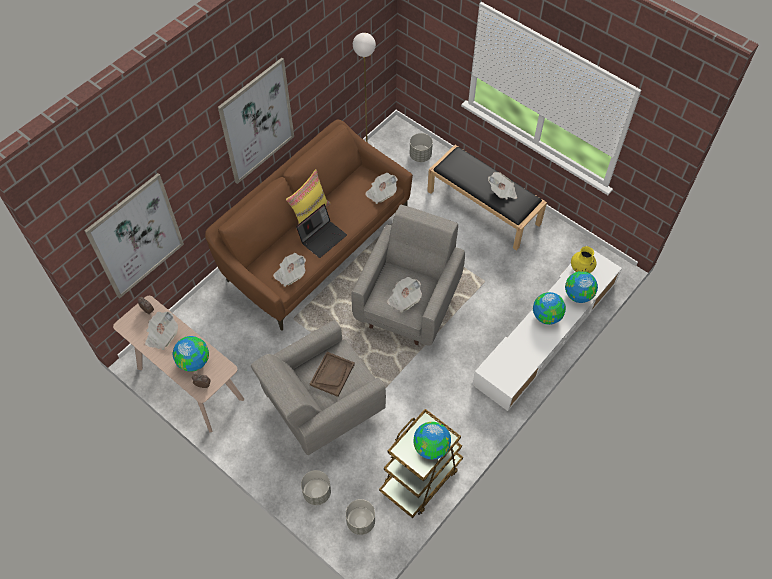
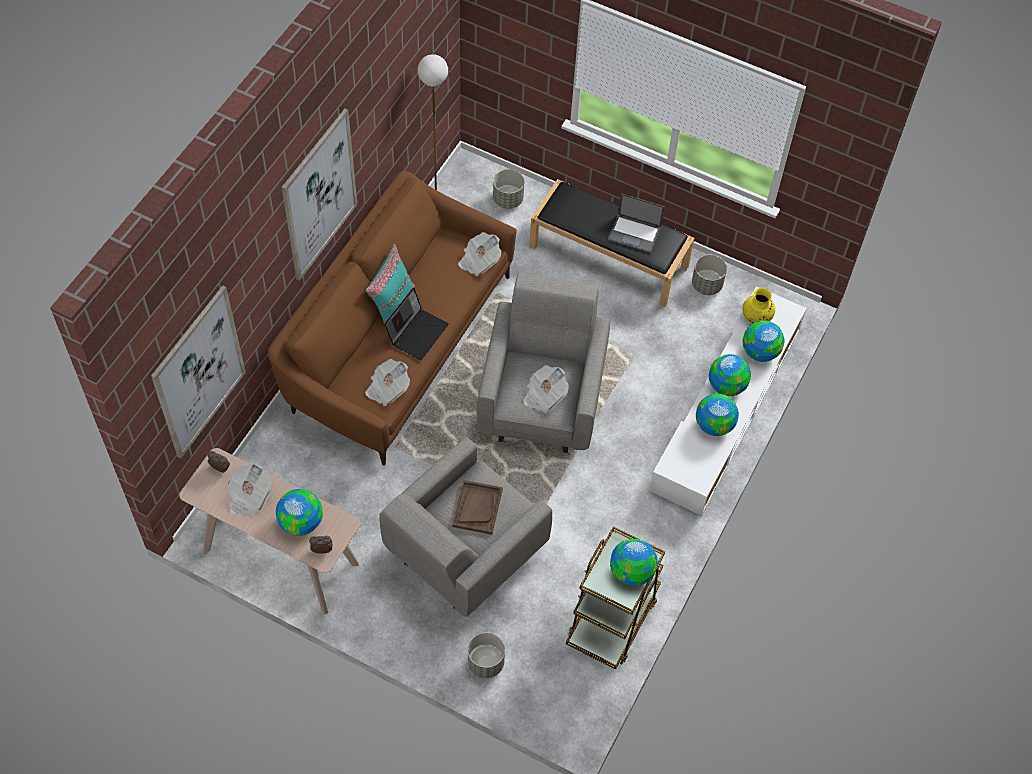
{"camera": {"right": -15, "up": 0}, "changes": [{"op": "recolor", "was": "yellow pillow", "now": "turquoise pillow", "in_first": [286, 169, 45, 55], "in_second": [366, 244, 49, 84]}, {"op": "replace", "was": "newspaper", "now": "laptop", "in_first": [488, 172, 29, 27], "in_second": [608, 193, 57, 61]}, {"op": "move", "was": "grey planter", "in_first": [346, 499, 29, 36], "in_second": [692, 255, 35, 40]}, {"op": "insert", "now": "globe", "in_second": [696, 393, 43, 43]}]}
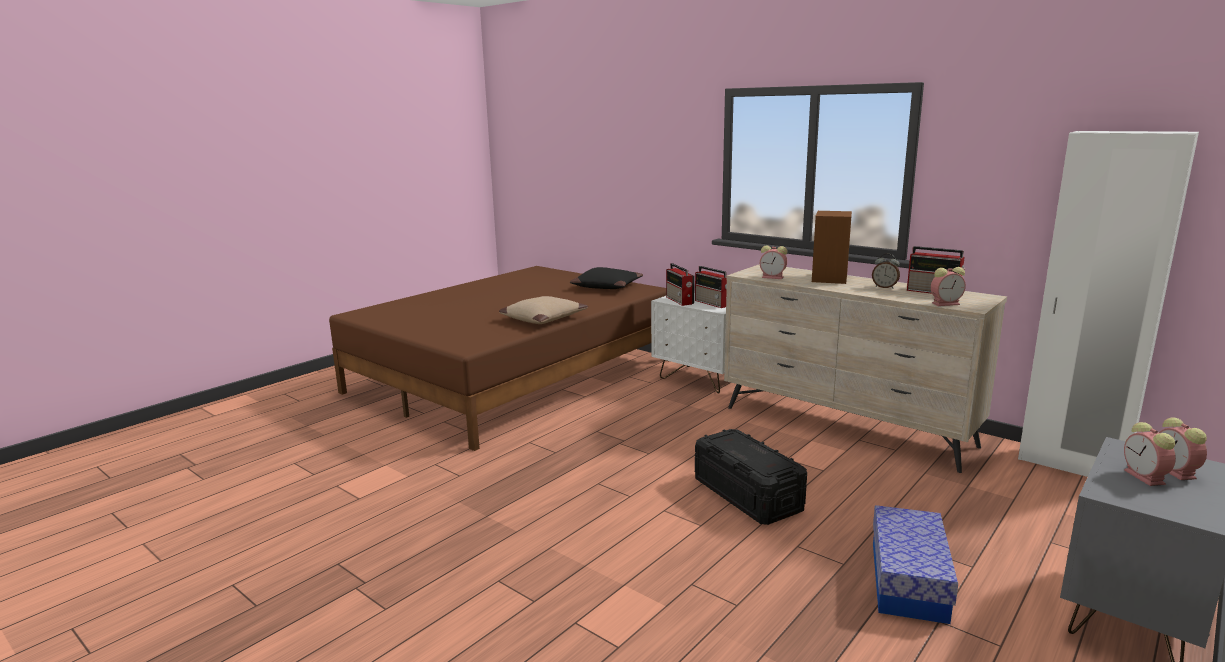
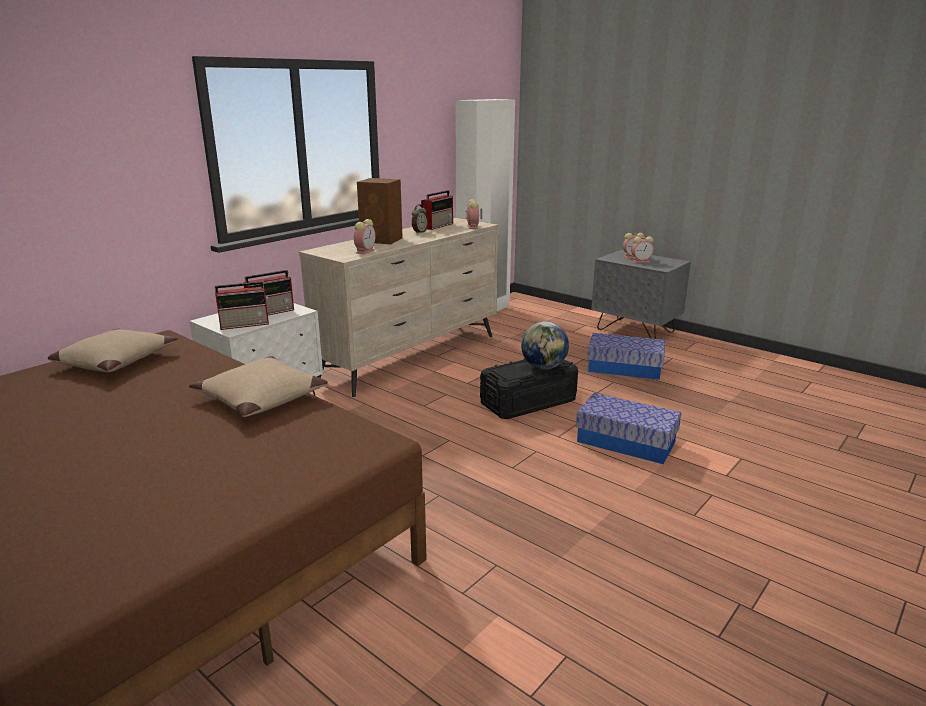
{"camera": {"right": -90, "up": 5}, "changes": [{"op": "recolor", "was": "black pillow", "now": "beige pillow", "in_first": [570, 267, 73, 22], "in_second": [48, 329, 130, 43]}, {"op": "insert", "now": "globe", "in_second": [521, 321, 48, 48]}, {"op": "insert", "now": "storage box", "in_second": [576, 393, 105, 71]}]}
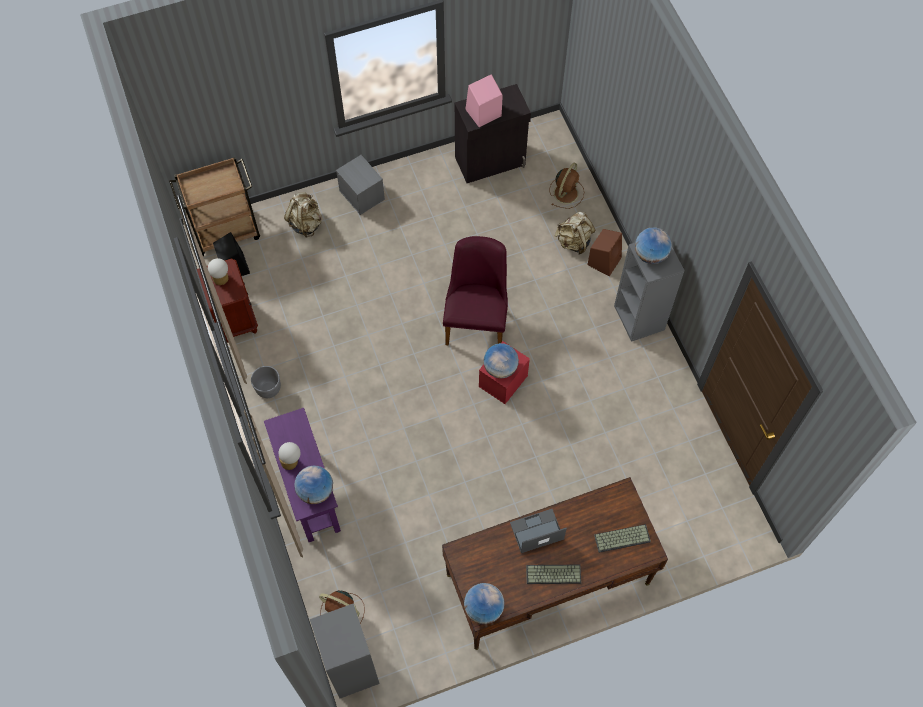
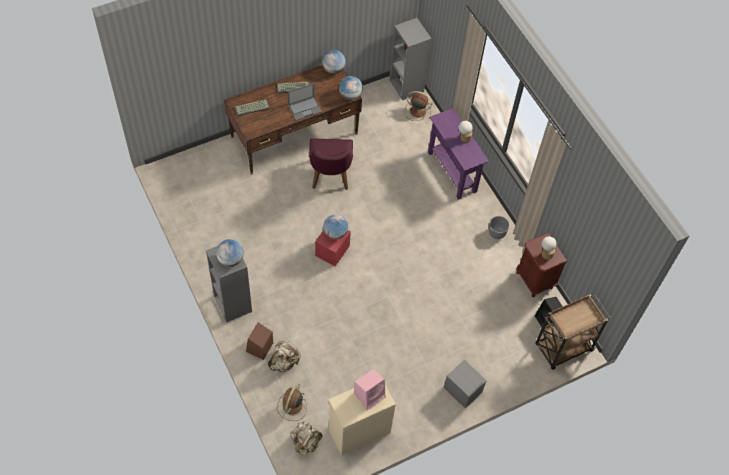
{"camera": {"right": 170, "up": -5}, "changes": [{"op": "move", "was": "beige backpack", "in_first": [284, 192, 37, 46], "in_second": [290, 421, 32, 34]}, {"op": "move", "was": "purple chair", "in_first": [443, 236, 65, 110], "in_second": [309, 138, 44, 52]}, {"op": "recolor", "was": "black cabinet", "now": "beige cabinet", "in_first": [455, 84, 76, 99], "in_second": [329, 385, 67, 71]}, {"op": "move", "was": "globe", "in_first": [294, 466, 39, 38], "in_second": [339, 76, 24, 24]}]}
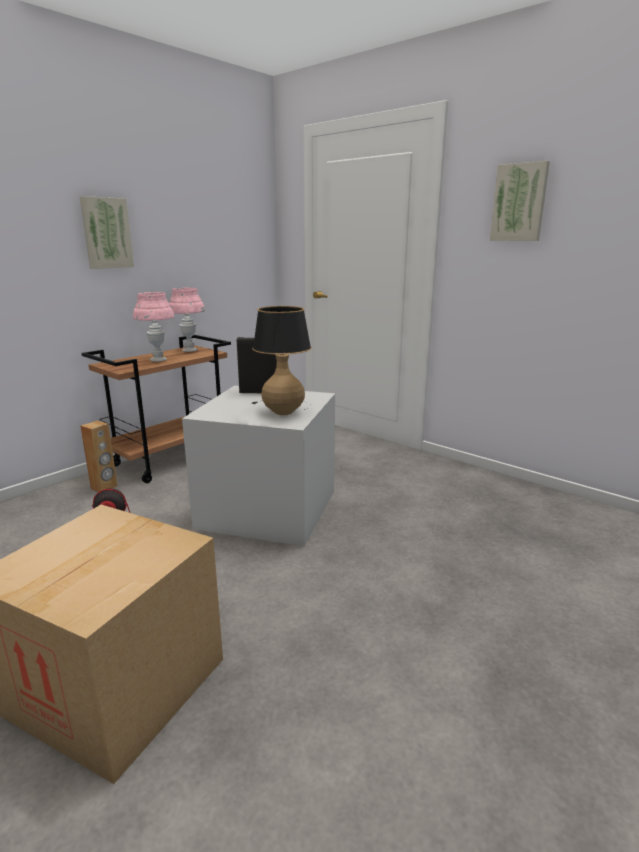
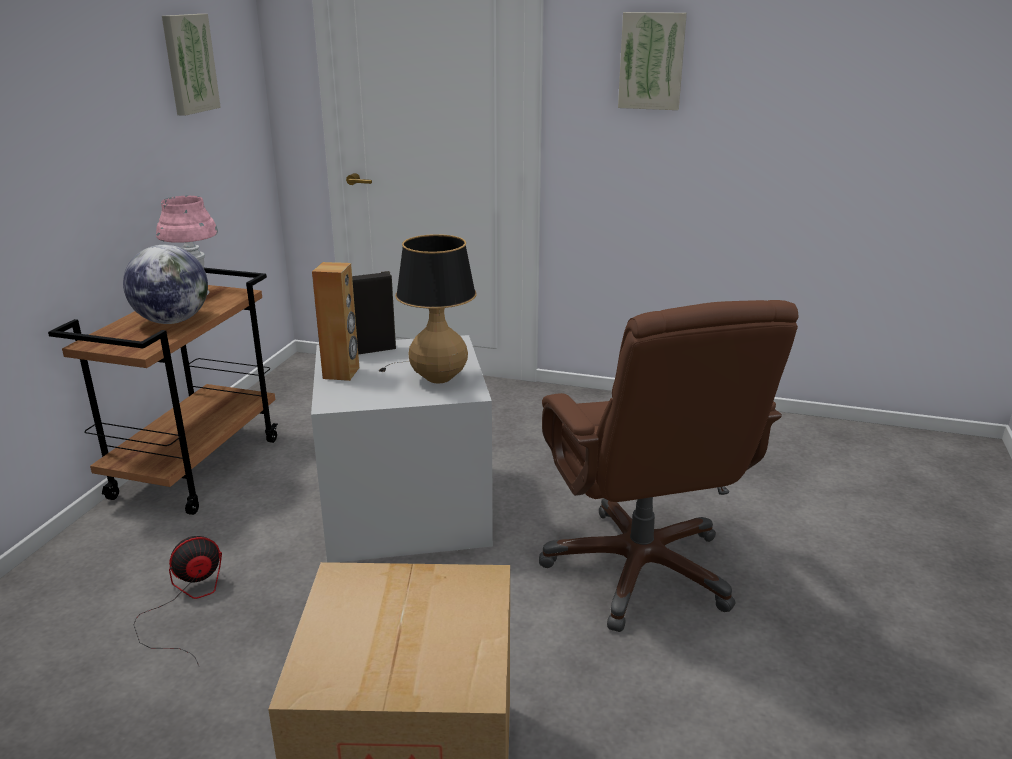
{"camera": {"right": -25, "up": 5}, "changes": [{"op": "replace", "was": "pink table lamp", "now": "globe", "in_first": [133, 292, 41, 70], "in_second": [123, 245, 85, 79]}, {"op": "move", "was": "picture", "in_first": [80, 196, 54, 73], "in_second": [162, 14, 59, 102]}, {"op": "move", "was": "brown speaker", "in_first": [80, 421, 38, 71], "in_second": [312, 262, 47, 119]}, {"op": "insert", "now": "brown office chair", "in_second": [539, 300, 259, 332]}]}
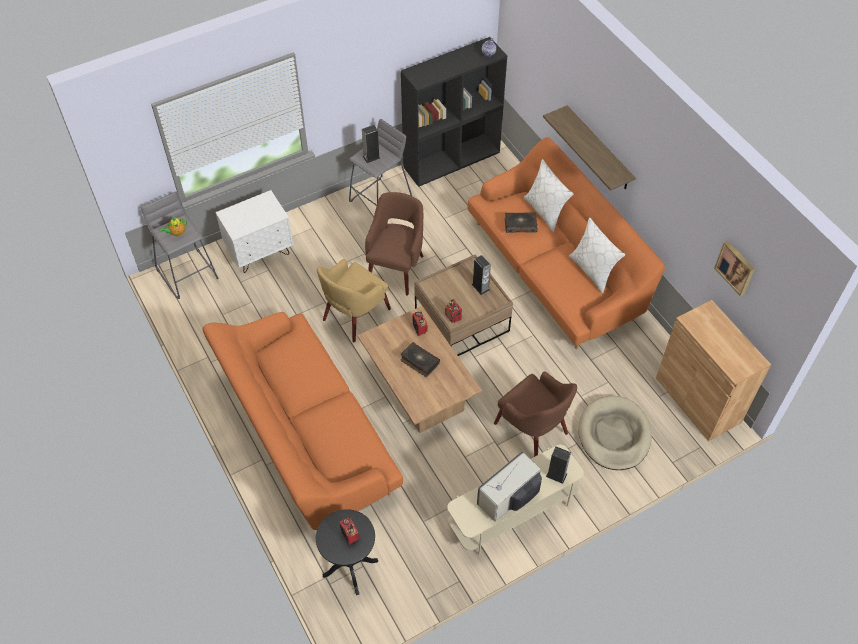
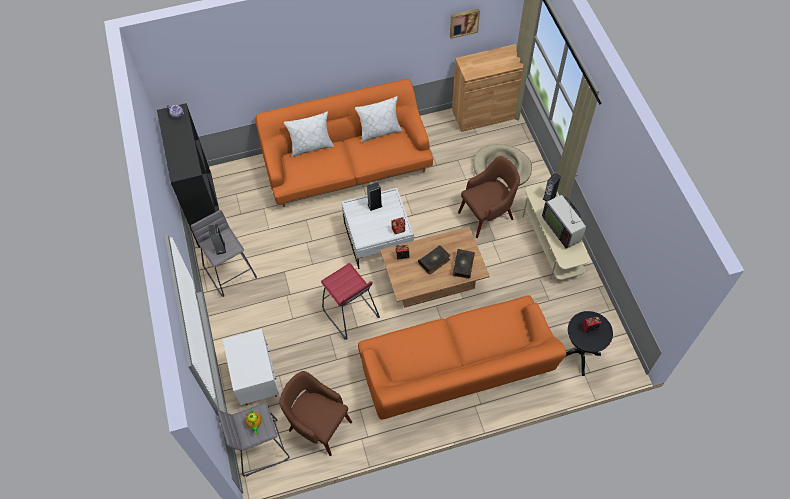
{"camera": {"right": -75, "up": 5}, "changes": [{"op": "move", "was": "brown armchair", "in_first": [365, 192, 59, 104], "in_second": [279, 371, 73, 85]}, {"op": "replace", "was": "yellow armchair", "now": "red stool", "in_first": [317, 259, 74, 84], "in_second": [321, 263, 59, 77]}, {"op": "recolor", "was": "brown coffee table", "now": "white coffee table", "in_first": [414, 254, 99, 102], "in_second": [341, 188, 73, 81]}, {"op": "move", "was": "book", "in_first": [505, 212, 33, 21], "in_second": [453, 249, 22, 30]}, {"op": "delete", "was": "shelf", "in_first": [543, 105, 93, 86]}]}
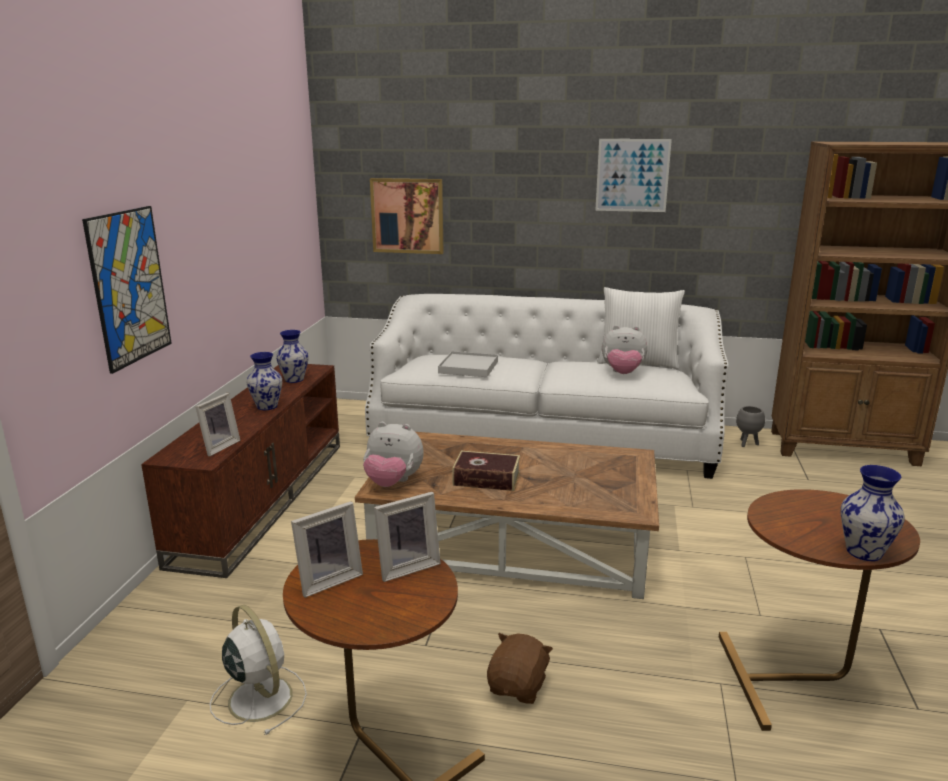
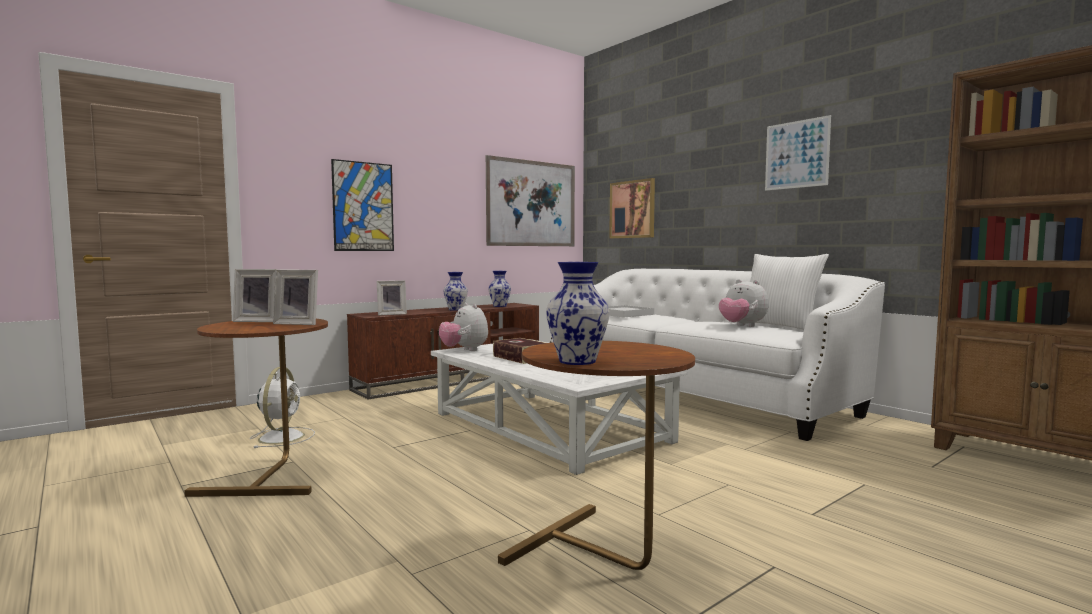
{"camera": {"right": 40, "up": -15}, "changes": [{"op": "recolor", "was": "brown coffee table", "now": "white coffee table", "in_first": [355, 432, 304, 167], "in_second": [431, 339, 257, 136]}, {"op": "insert", "now": "picture", "in_second": [486, 155, 89, 91]}, {"op": "delete", "was": "brown plush toy", "in_first": [487, 633, 66, 71]}, {"op": "delete", "was": "grey planter", "in_first": [736, 406, 29, 41]}]}
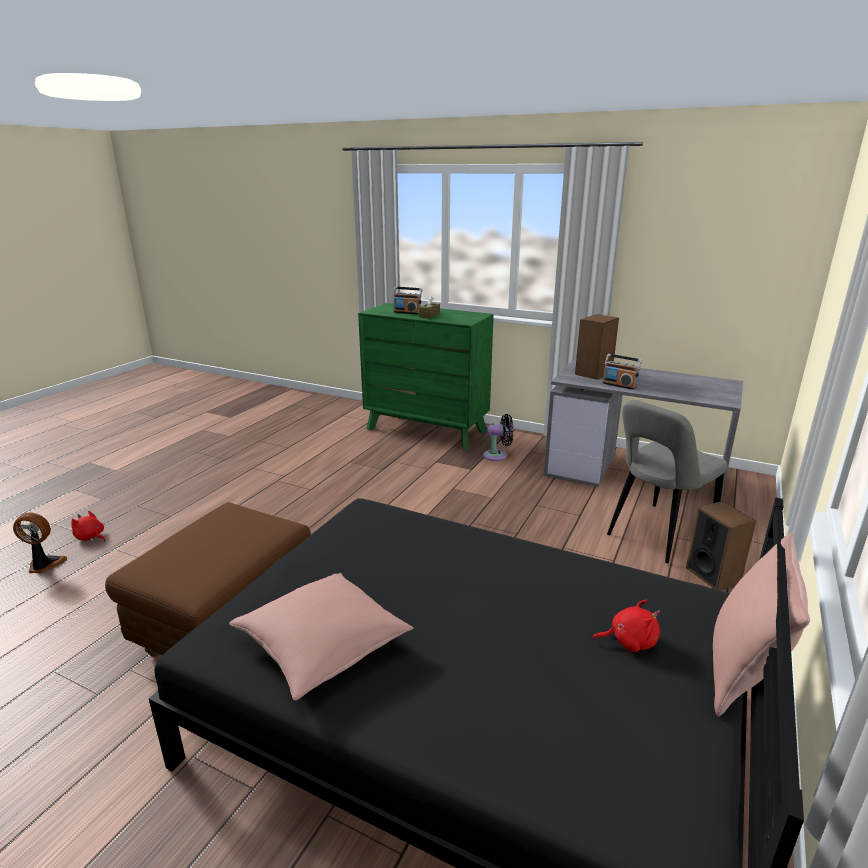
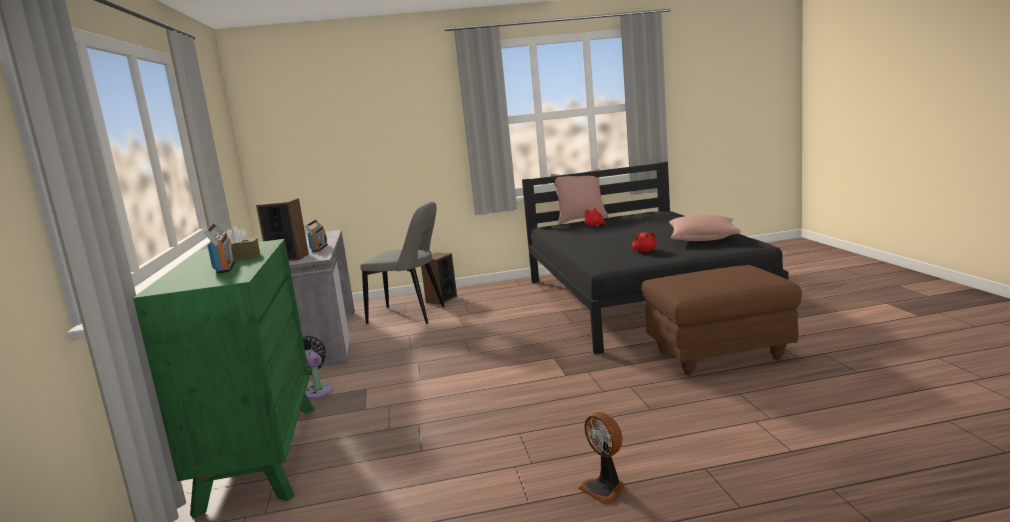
{"camera": {"right": -125, "up": -10}, "changes": [{"op": "move", "was": "fan", "in_first": [13, 513, 54, 60], "in_second": [578, 412, 47, 93]}, {"op": "move", "was": "red plush toy", "in_first": [72, 511, 33, 31], "in_second": [632, 232, 25, 20]}]}
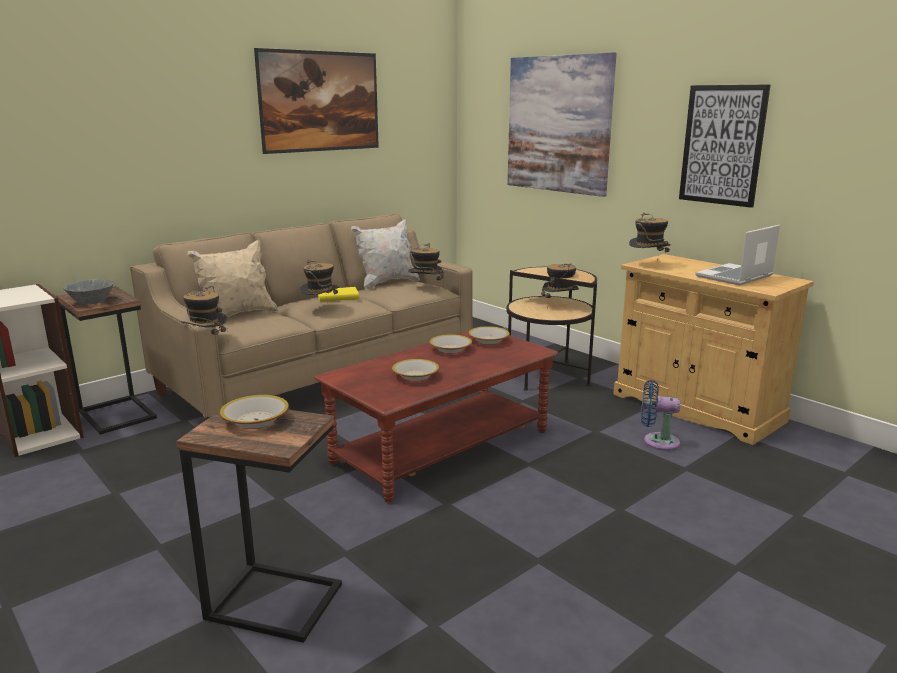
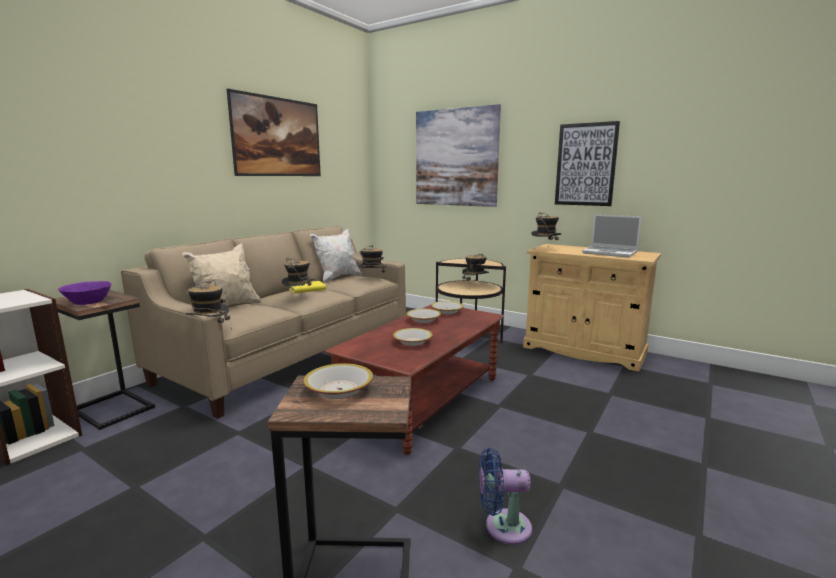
{"camera": {"right": -15, "up": -5}, "changes": [{"op": "recolor", "was": "grey bowl", "now": "purple bowl", "in_first": [63, 279, 51, 26], "in_second": [58, 281, 54, 24]}, {"op": "move", "was": "blue fan", "in_first": [641, 380, 39, 71], "in_second": [479, 448, 53, 97]}, {"op": "rotate", "was": "laptop", "in_first": [695, 225, 85, 61], "in_second": [582, 214, 60, 44], "clockwise": -90}]}
